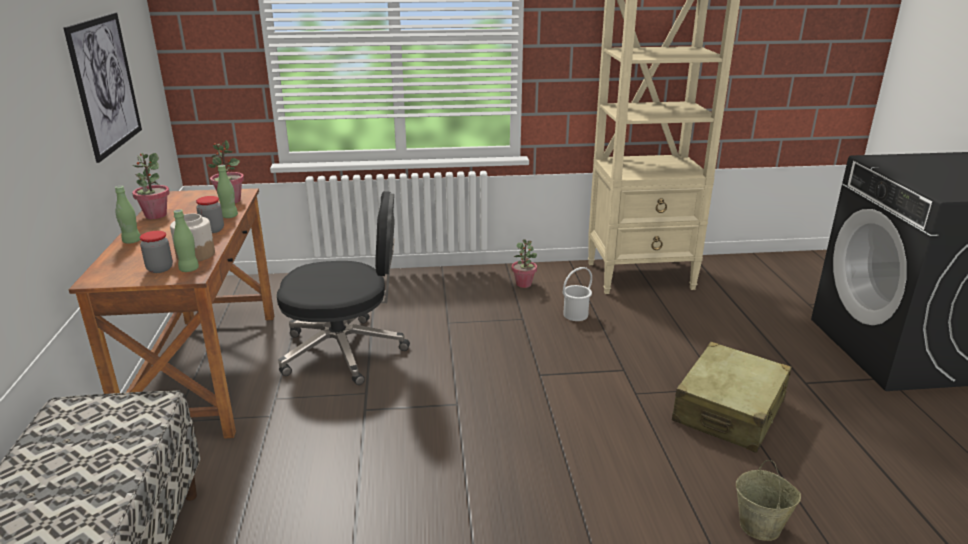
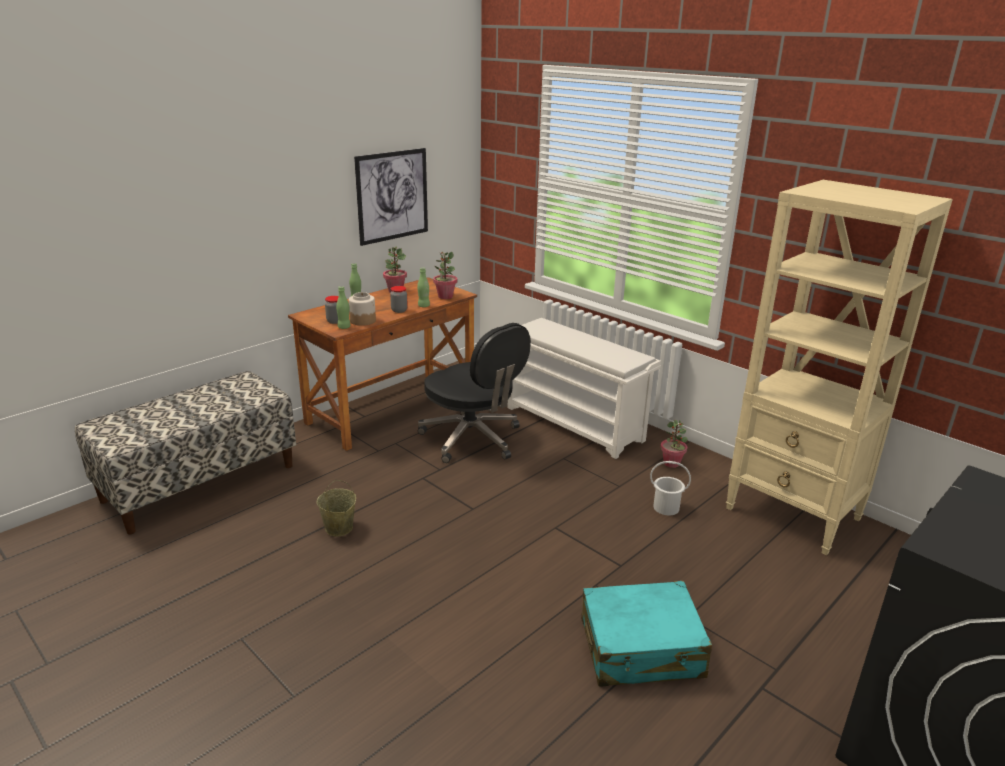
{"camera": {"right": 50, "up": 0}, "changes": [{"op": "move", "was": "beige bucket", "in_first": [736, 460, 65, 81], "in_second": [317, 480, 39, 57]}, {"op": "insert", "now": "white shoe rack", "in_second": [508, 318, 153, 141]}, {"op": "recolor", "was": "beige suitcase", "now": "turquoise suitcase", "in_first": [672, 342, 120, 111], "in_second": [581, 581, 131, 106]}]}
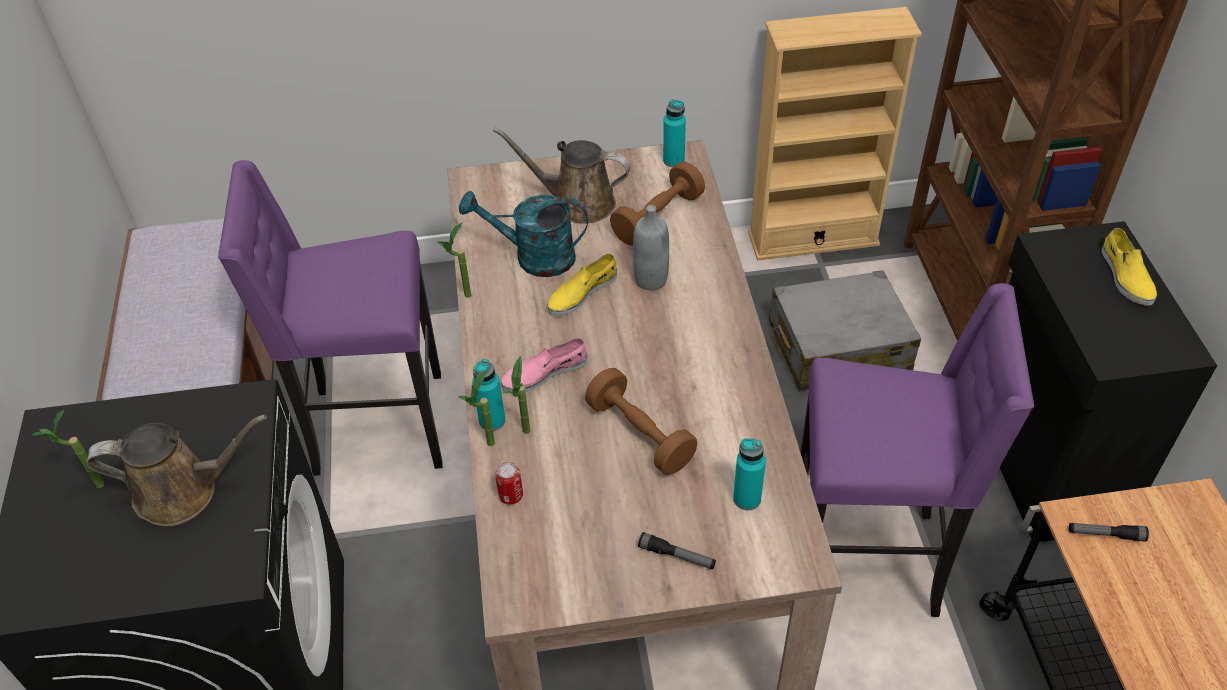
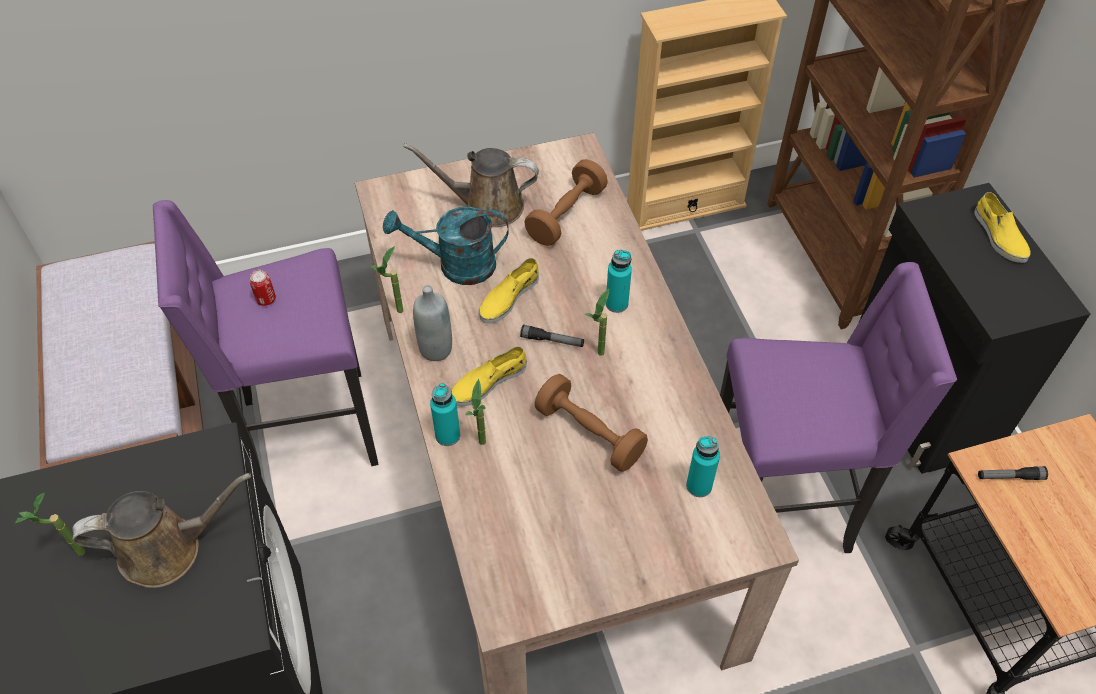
{"camera": {"right": -10, "up": 5}, "changes": [{"op": "move", "was": "can", "in_first": [495, 462, 28, 43], "in_second": [249, 270, 27, 36]}, {"op": "move", "was": "grey bottle", "in_first": [633, 205, 36, 85], "in_second": [413, 285, 39, 76]}, {"op": "recolor", "was": "pink shoe", "now": "yellow shoe", "in_first": [501, 338, 87, 55], "in_second": [451, 346, 76, 61]}, {"op": "move", "was": "flashlight", "in_first": [638, 532, 78, 37], "in_second": [520, 325, 64, 22]}, {"op": "move", "was": "potted plant", "in_first": [458, 370, 37, 76], "in_second": [584, 289, 25, 67]}, {"op": "move", "was": "turquoise bottle", "in_first": [663, 99, 23, 68], "in_second": [606, 250, 26, 63]}, {"op": "delete", "was": "grey suitcase", "in_first": [769, 270, 152, 120]}]}
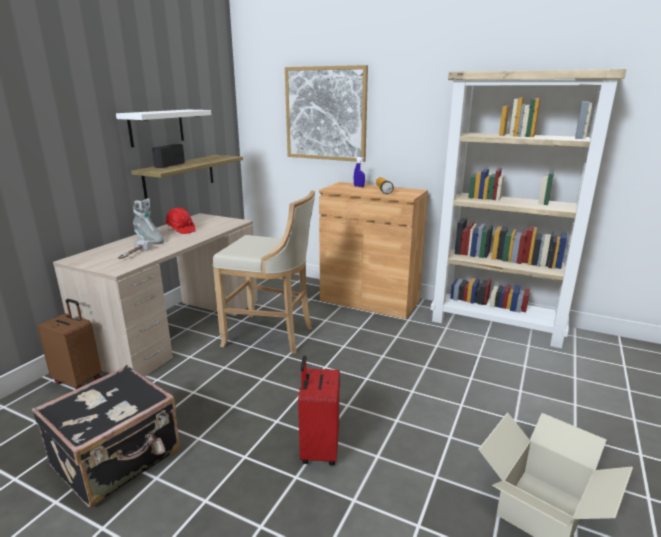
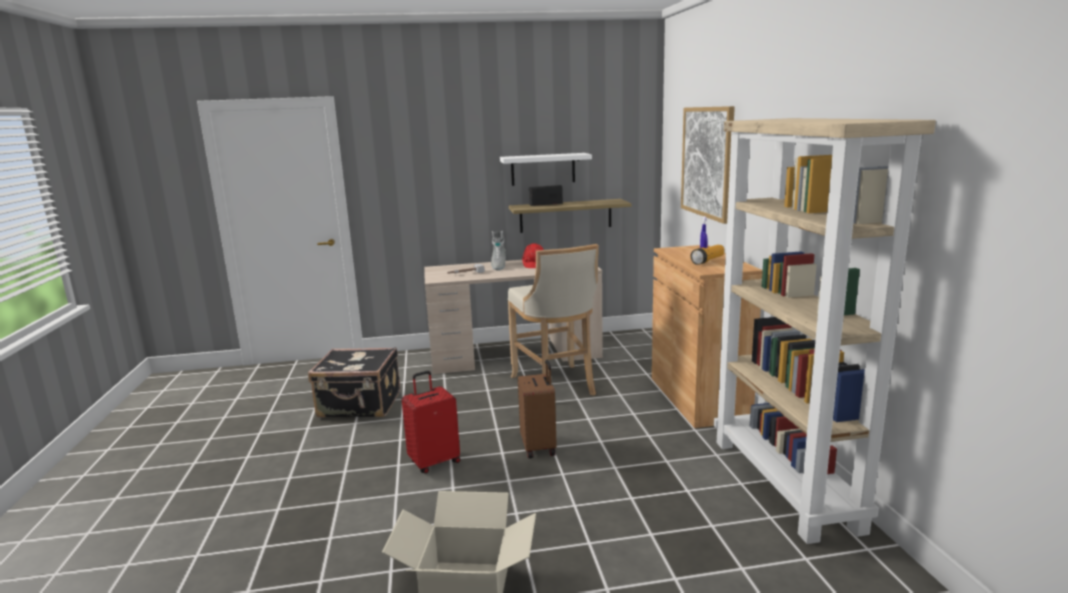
{"camera": {"right": 55, "up": -5}, "changes": [{"op": "move", "was": "brown suitcase", "in_first": [37, 299, 65, 90], "in_second": [518, 360, 39, 99]}]}
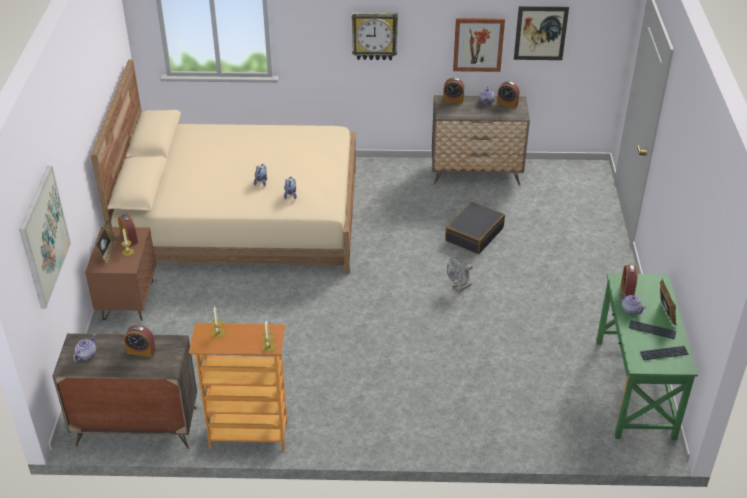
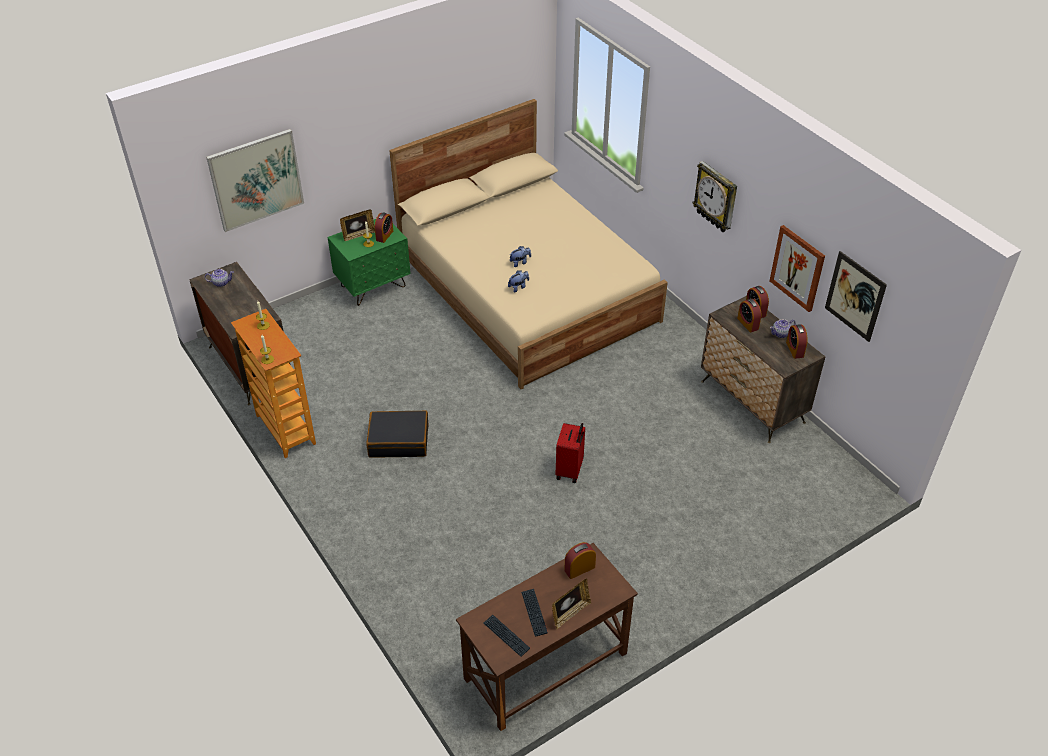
{"camera": {"right": 55, "up": 5}, "changes": [{"op": "recolor", "was": "brown nightstand", "now": "green nightstand", "in_first": [85, 227, 71, 94], "in_second": [328, 219, 83, 87]}, {"op": "move", "was": "black suitcase", "in_first": [445, 201, 60, 53], "in_second": [366, 410, 62, 48]}, {"op": "recolor", "was": "green desk", "now": "brown desk", "in_first": [596, 273, 102, 167], "in_second": [456, 543, 182, 188]}, {"op": "replace", "was": "grey fan", "now": "red suitcase", "in_first": [447, 257, 26, 35], "in_second": [556, 423, 29, 60]}, {"op": "move", "was": "alarm clock", "in_first": [124, 325, 32, 32], "in_second": [737, 299, 25, 34]}, {"op": "delete", "was": "teapot", "in_first": [619, 293, 27, 22]}]}
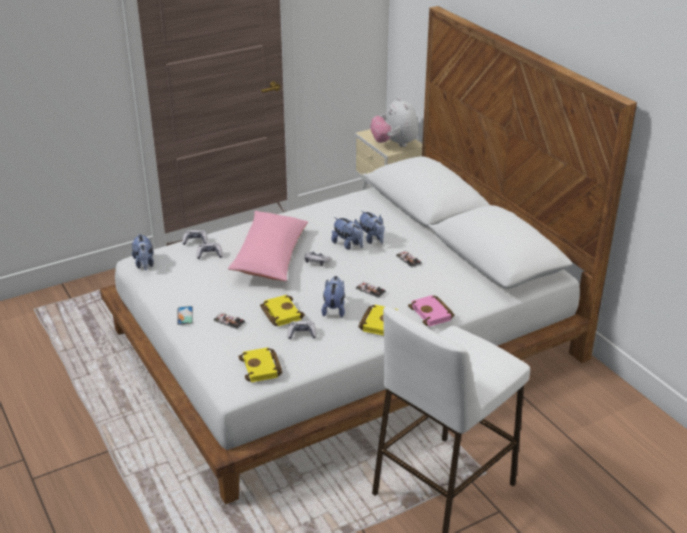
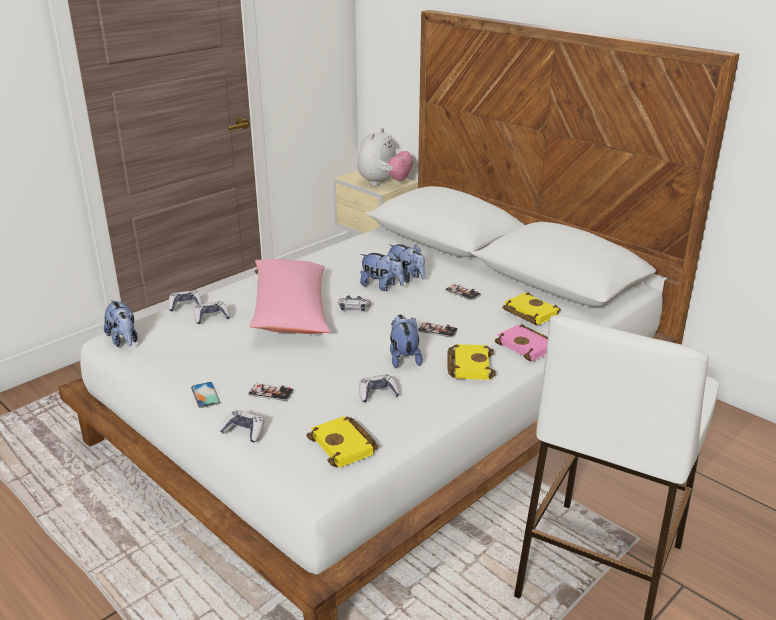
{"camera": {"right": -15, "up": -5}, "changes": [{"op": "insert", "now": "game controller", "in_second": [220, 410, 45, 32]}, {"op": "rotate", "was": "plush toy", "in_first": [370, 97, 48, 50], "in_second": [358, 128, 55, 58], "clockwise": -120}, {"op": "move", "was": "yellow book", "in_first": [260, 295, 45, 31], "in_second": [503, 292, 58, 33]}]}
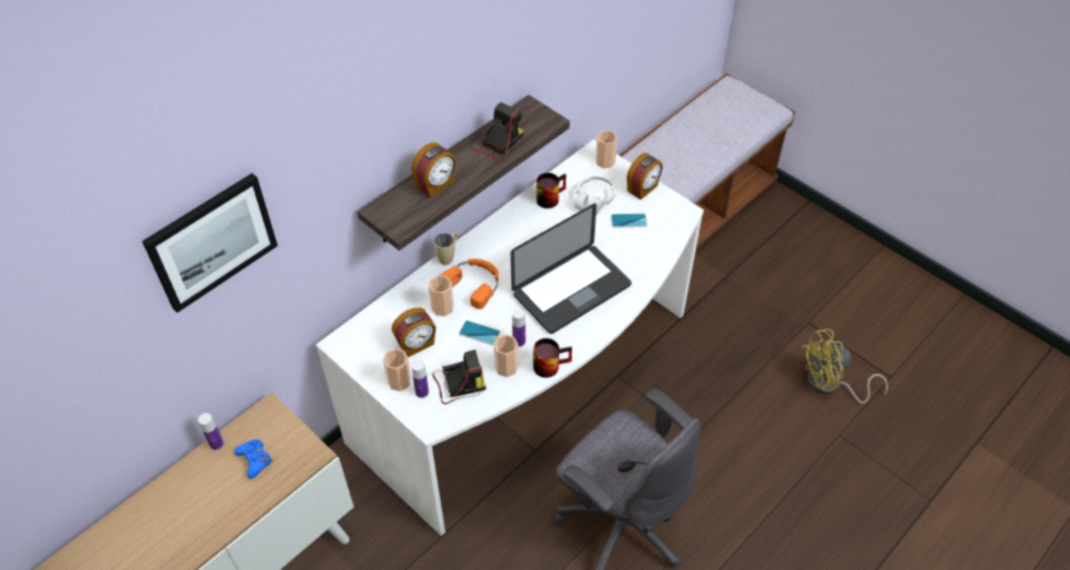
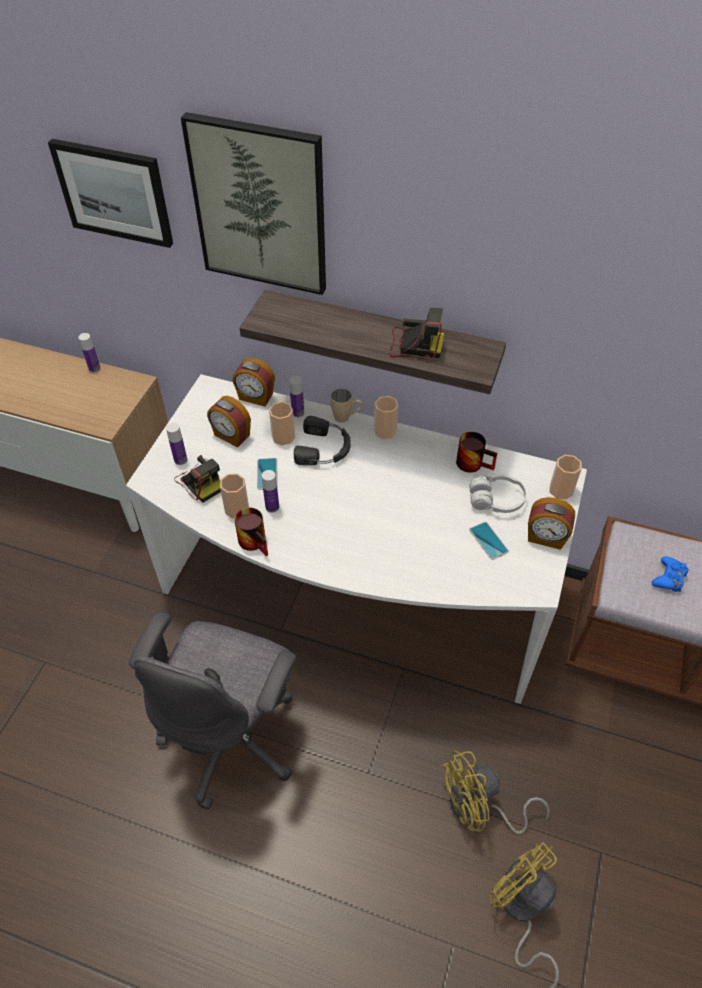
{"camera": {"right": 65, "up": 0}, "changes": [{"op": "insert", "now": "picture", "in_second": [181, 112, 145, 183]}, {"op": "move", "was": "alarm clock", "in_first": [411, 143, 45, 55], "in_second": [232, 358, 43, 49]}, {"op": "insert", "now": "bottle", "in_second": [289, 376, 15, 42]}, {"op": "recolor", "was": "orange headphones", "now": "black headphones", "in_first": [440, 259, 58, 50], "in_second": [294, 416, 57, 49]}, {"op": "move", "was": "cup", "in_first": [383, 349, 29, 42], "in_second": [374, 396, 24, 43]}, {"op": "insert", "now": "yellow fan", "in_second": [440, 751, 110, 83]}, {"op": "move", "was": "blue game controller", "in_first": [234, 439, 39, 40], "in_second": [652, 556, 37, 36]}, {"op": "delete", "was": "laptop", "in_first": [511, 203, 120, 131]}]}
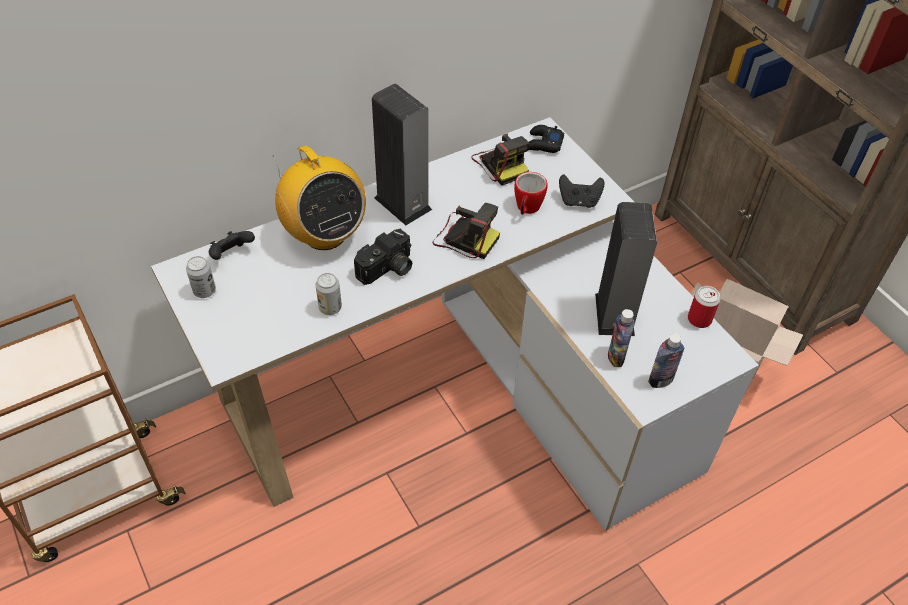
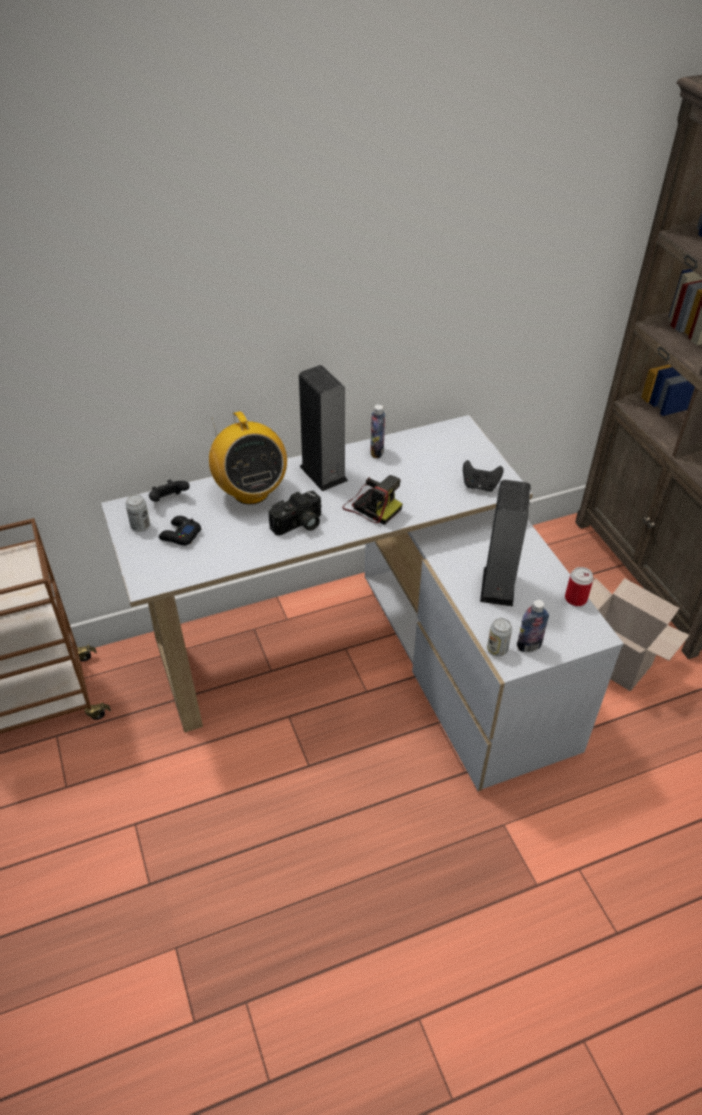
{"camera": {"right": 10, "up": -5}, "changes": [{"op": "move", "was": "black game controller", "in_first": [529, 125, 35, 28], "in_second": [159, 516, 43, 30]}, {"op": "move", "was": "bottle", "in_first": [608, 309, 26, 58], "in_second": [370, 404, 15, 54]}, {"op": "move", "was": "can", "in_first": [316, 273, 26, 42], "in_second": [487, 618, 25, 38]}, {"op": "delete", "was": "photo camera", "in_first": [471, 134, 58, 51]}, {"op": "delete", "was": "mug", "in_first": [514, 172, 33, 43]}]}
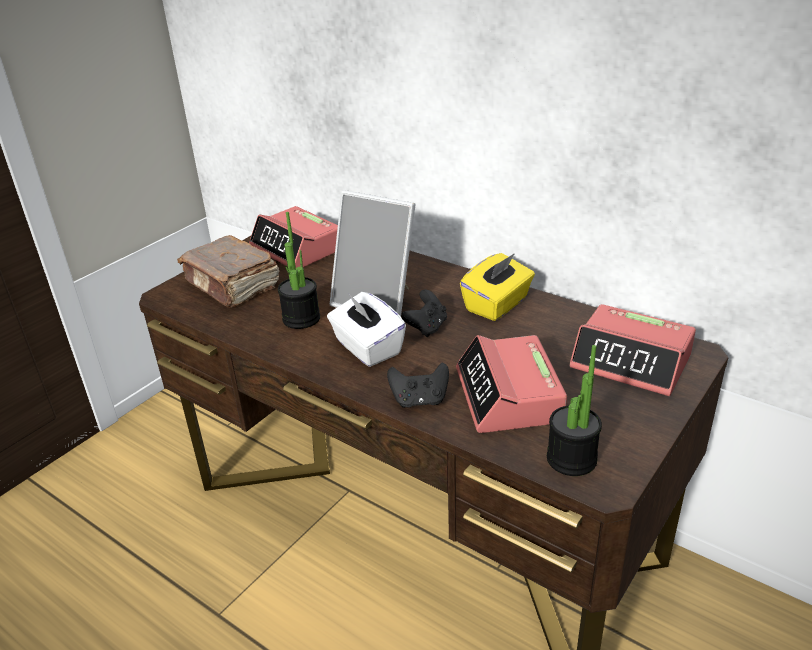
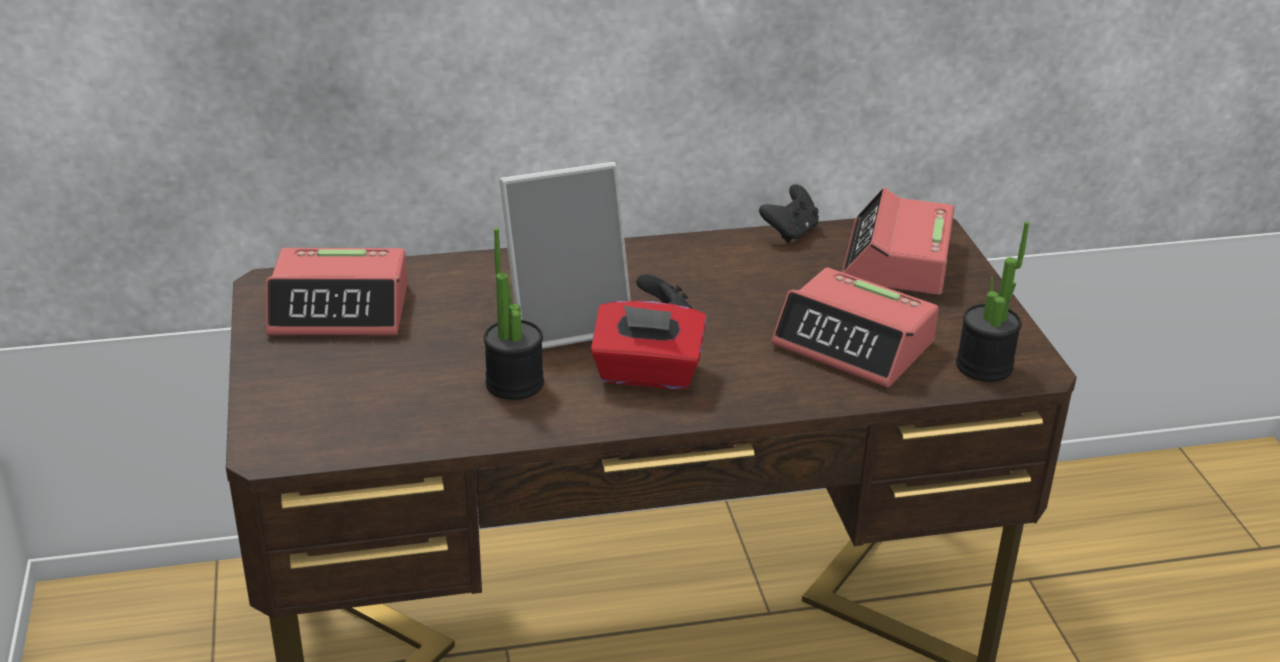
{"camera": {"right": -50, "up": 0}, "changes": [{"op": "recolor", "was": "white tissue box", "now": "red tissue box", "in_first": [327, 292, 79, 75], "in_second": [590, 301, 117, 88]}, {"op": "move", "was": "black game controller", "in_first": [387, 363, 62, 45], "in_second": [759, 184, 60, 59]}, {"op": "rotate", "was": "alarm clock", "in_first": [570, 304, 126, 92], "in_second": [842, 188, 112, 107], "clockwise": 120}, {"op": "delete", "was": "brown book", "in_first": [177, 235, 102, 73]}, {"op": "delete", "was": "yellow tissue box", "in_first": [460, 253, 75, 68]}]}
